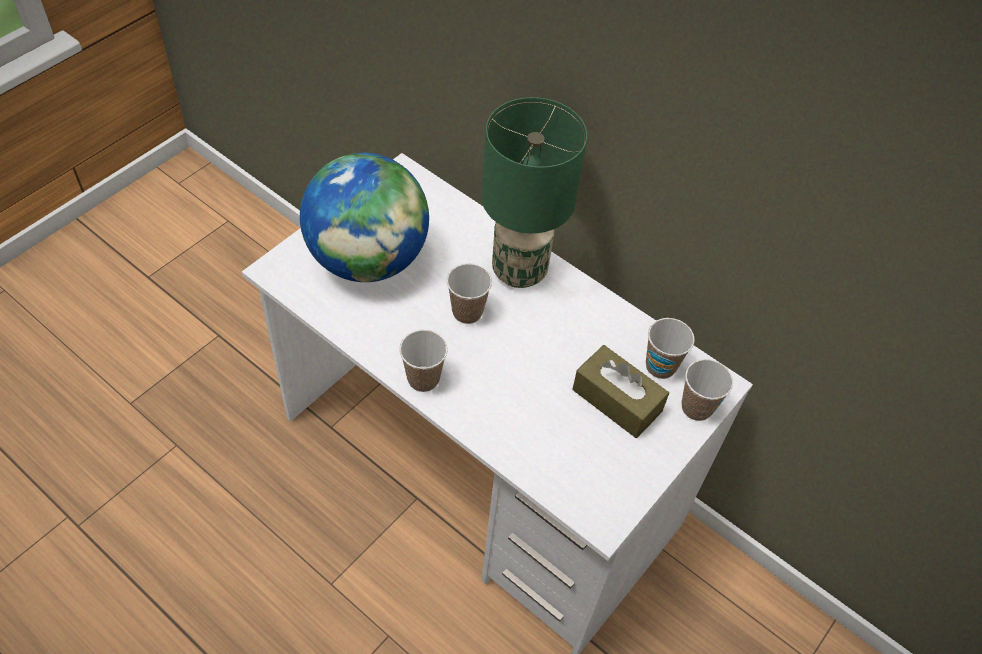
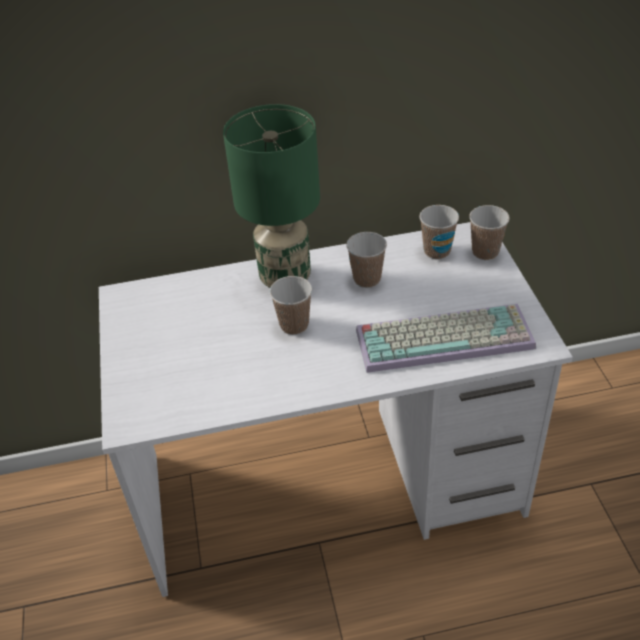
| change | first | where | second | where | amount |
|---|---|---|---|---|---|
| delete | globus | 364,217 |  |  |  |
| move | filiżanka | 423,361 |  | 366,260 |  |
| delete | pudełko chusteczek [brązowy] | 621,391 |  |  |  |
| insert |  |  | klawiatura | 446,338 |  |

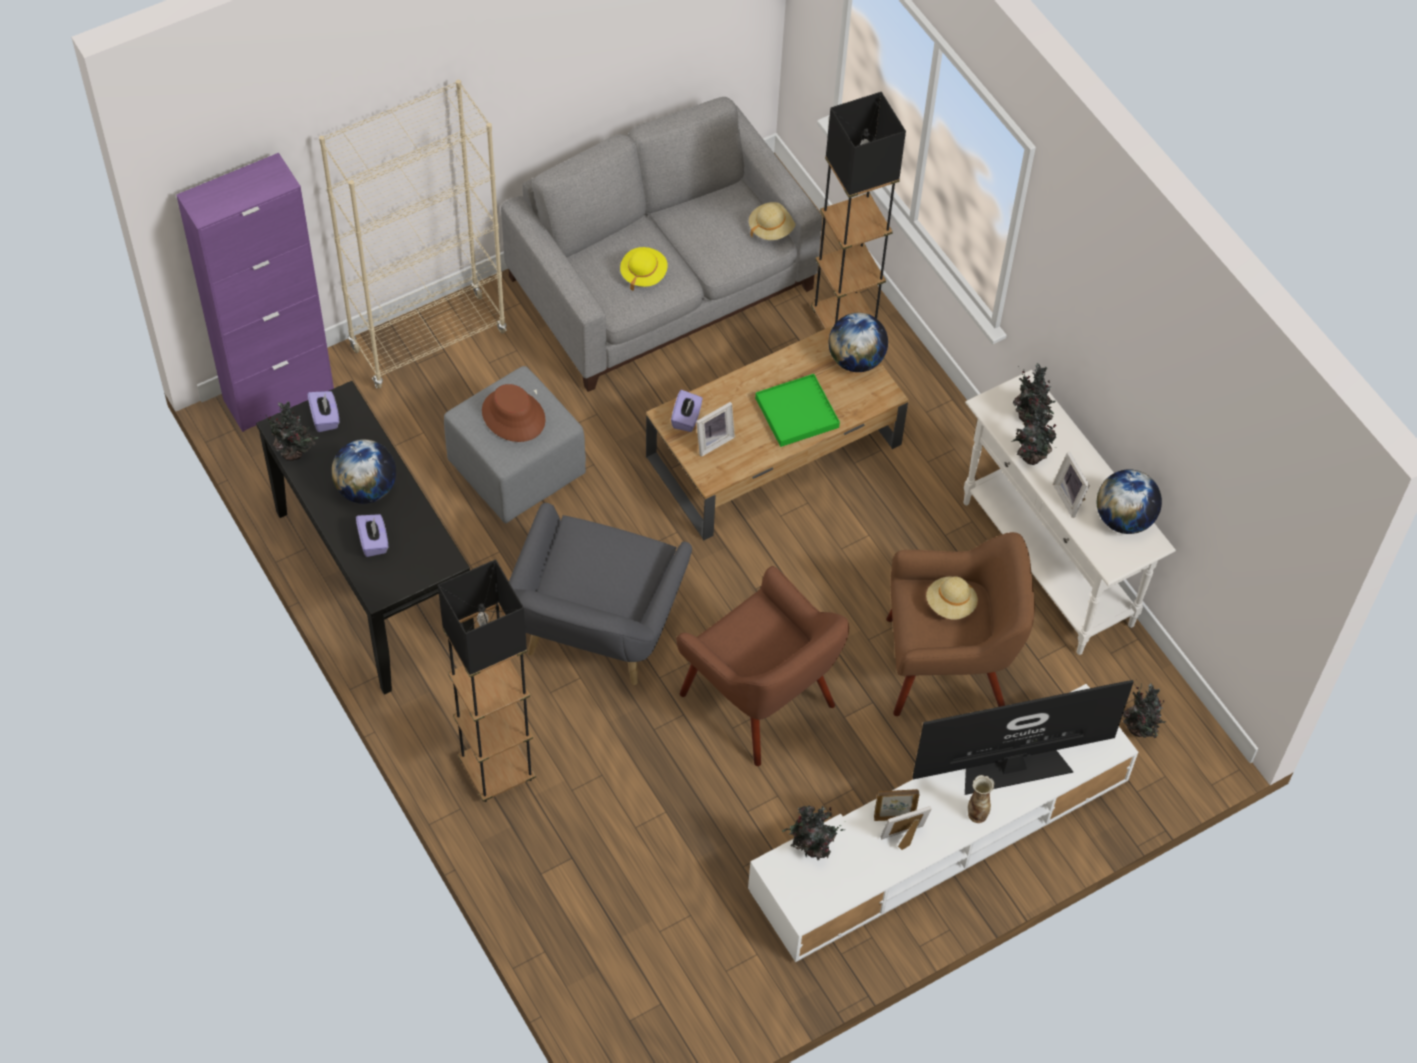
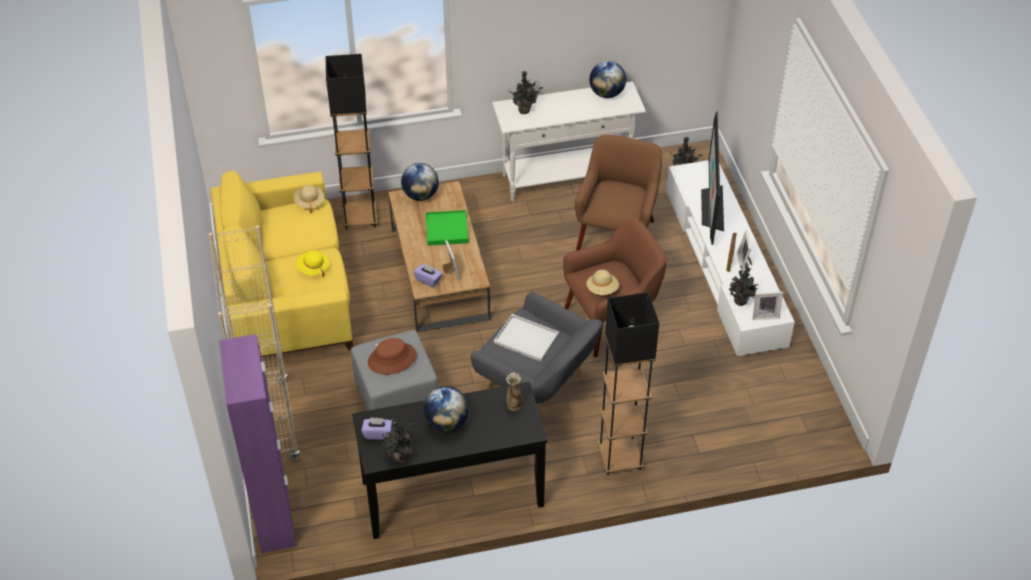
| change | first | where | second | where | amount |
|---|---|---|---|---|---|
| delete | pudełko chusteczek [fioletowy] | 372,535 |  |  |  |
| recolor | kanapa [szary] | 661,244 | kanapa [żółty] | 282,264 |  |
| move | kapelusz [beżowy] | 952,597 |  | 603,282 |  |
| move | wazon | 981,799 |  | 514,392 |  |
| delete | roślina doniczkowa | 1034,433 |  |  |  |
| move | ramka na zdjęcie | 1071,485 |  | 768,305 |  |
| insert |  |  | taca [biały] | 526,338 |  |

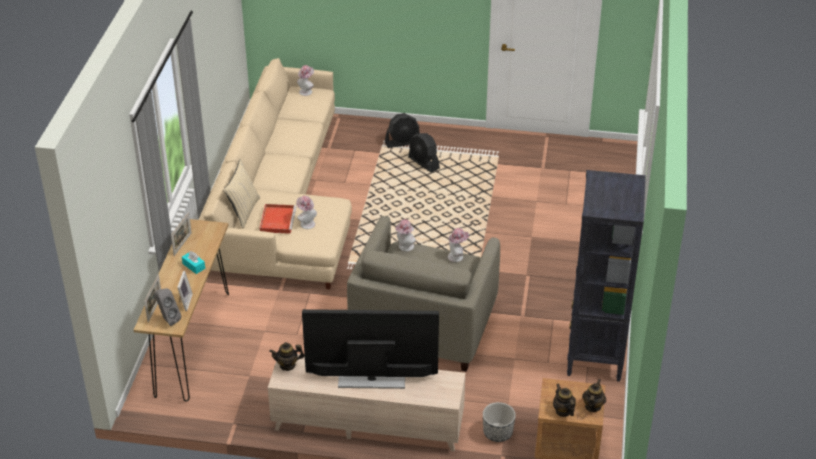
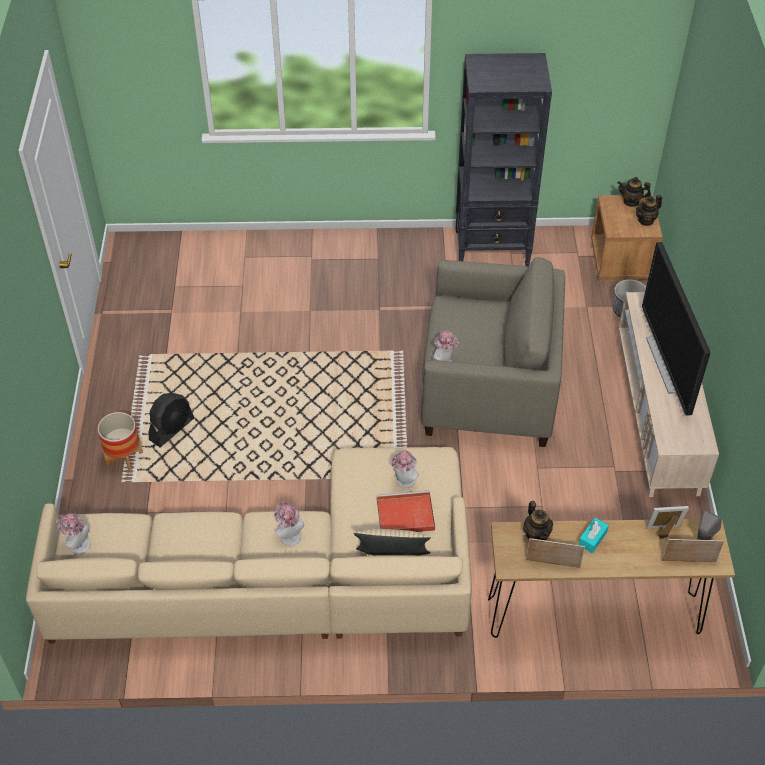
| change | first | where | second | where | amount |
|---|---|---|---|---|---|
| move | imbryk | 287,356 |  | 538,520 |  |
| replace | wentylator [czarny] | 402,130 | donica | 120,442 |  |
| move | kapelusz | 458,245 |  | 289,524 |  |

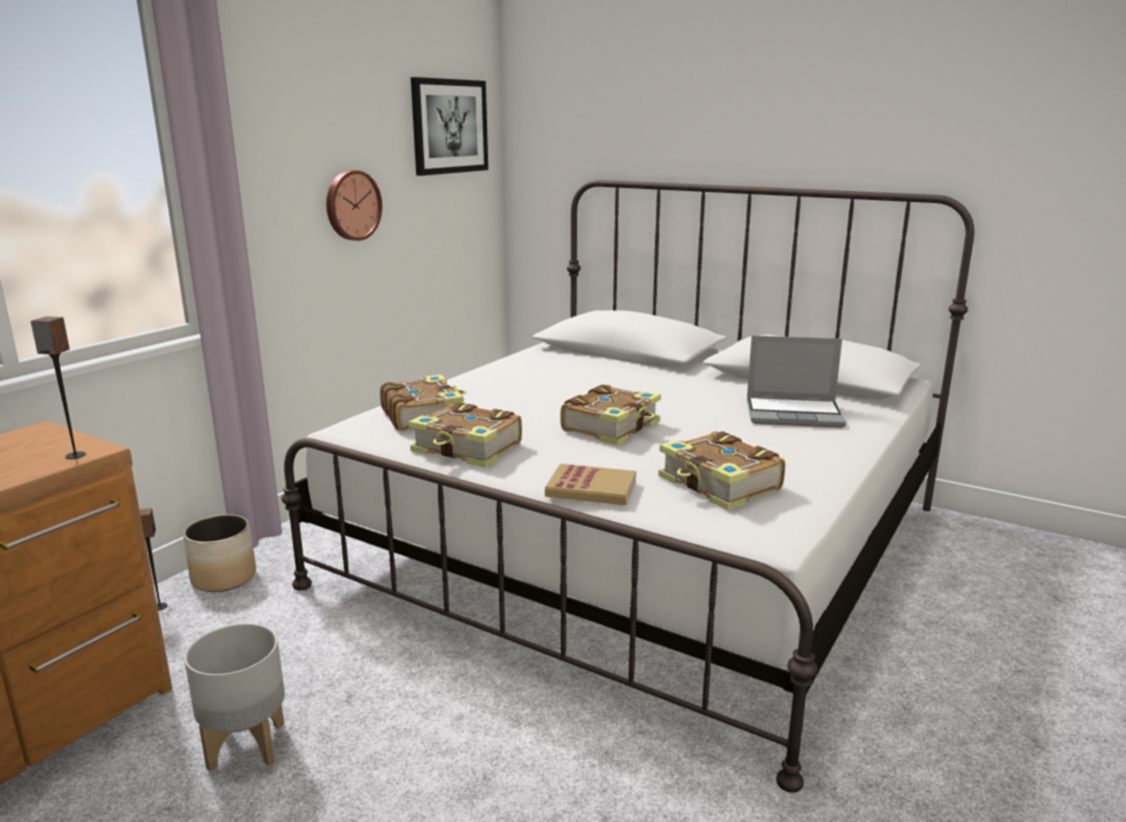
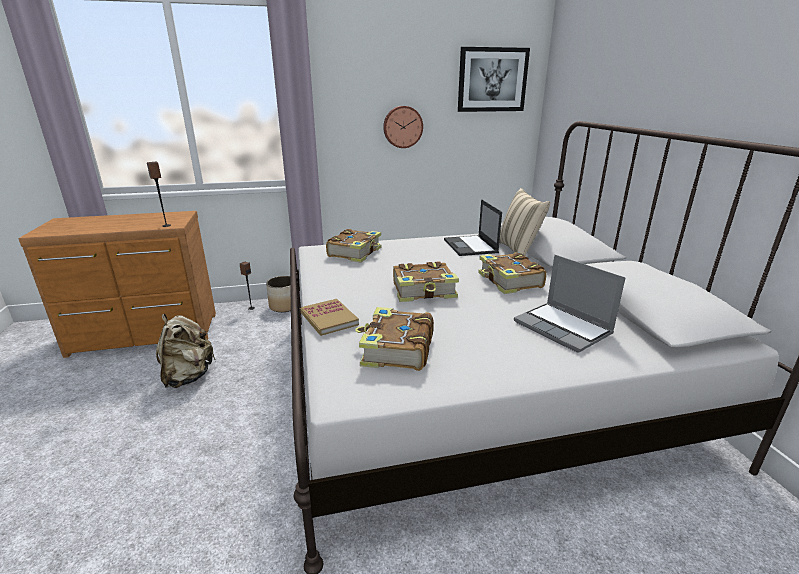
| change | first | where | second | where | amount |
|---|---|---|---|---|---|
| replace | donica [szary] | 234,697 | plecak [beżowy] | 186,351 |  |
| move | książka | 465,434 |  | 512,273 |  |
| insert |  |  | laptop | 473,227 |  |
| insert |  |  | poduszka [beżowy] | 524,222 |  |

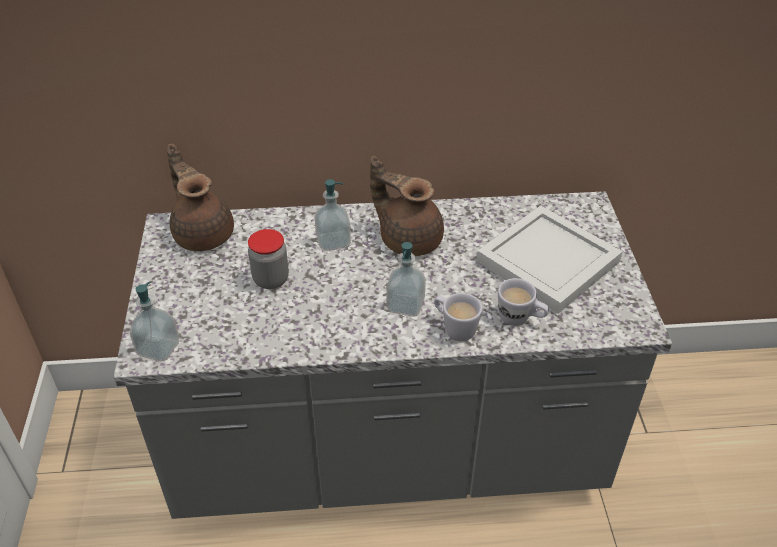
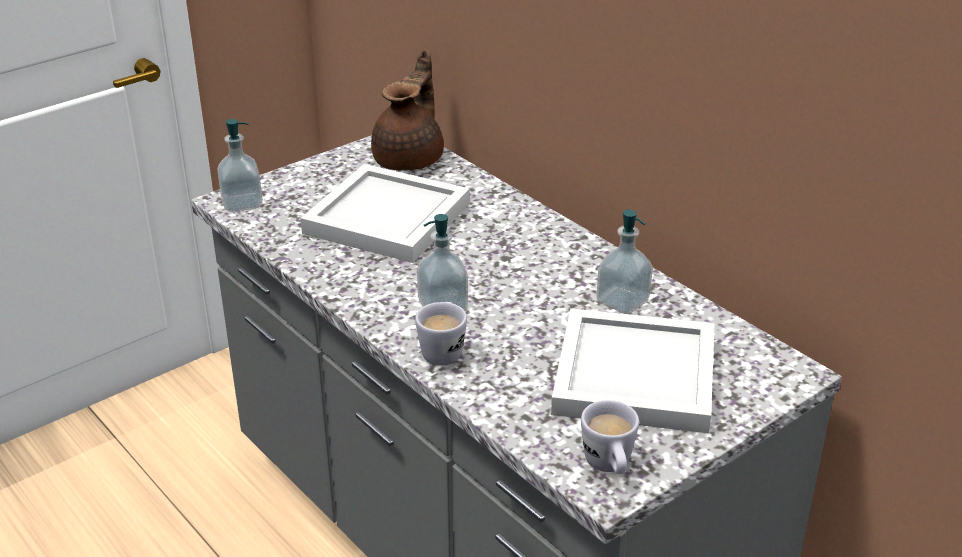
| change | first | where | second | where | amount |
|---|---|---|---|---|---|
| replace | słoik | 268,259 | taca [biały] | 385,213 |  |
| move | dozownik mydła | 332,215 |  | 625,262 |  |
| delete | imbryk [brązowy] | 407,206 |  |  |  |
| move | kubek [biały] | 523,302 |  | 610,437 |  |

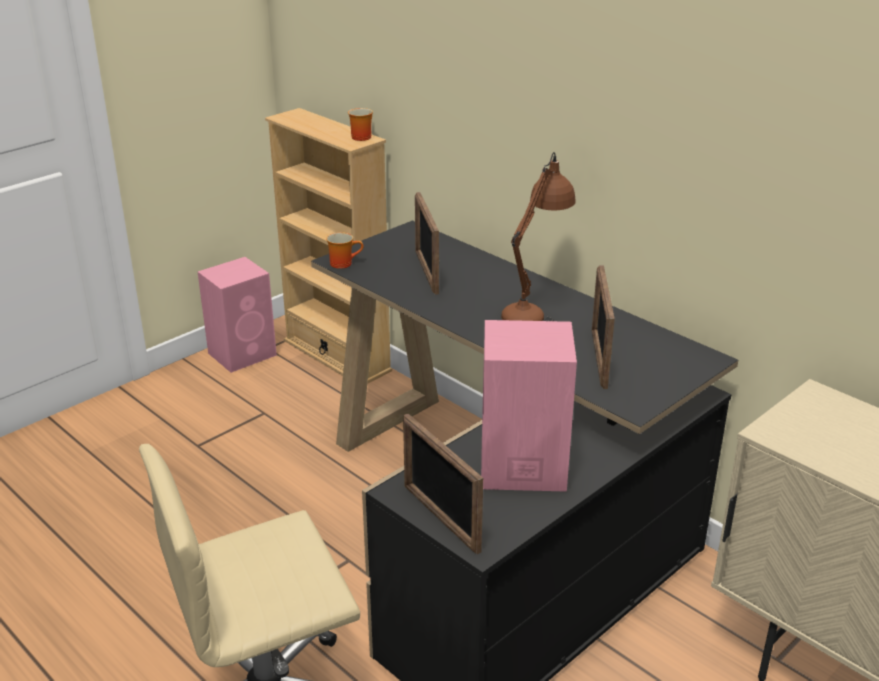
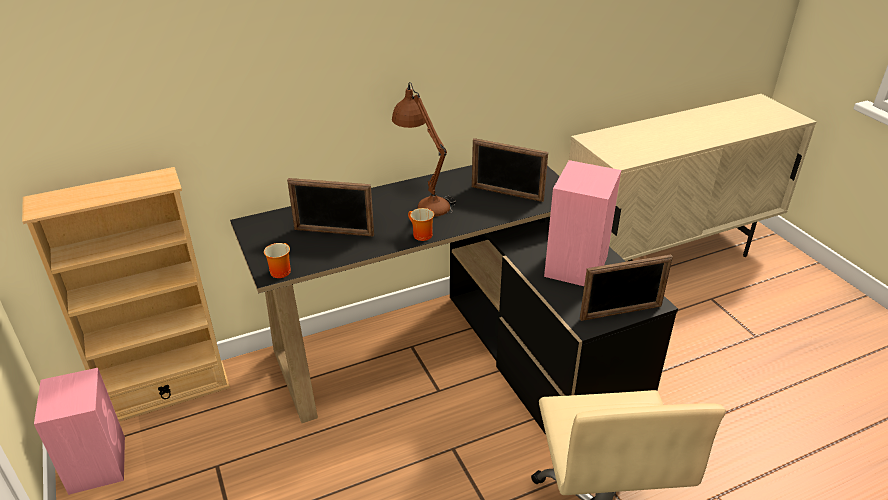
| change | first | where | second | where | amount |
|---|---|---|---|---|---|
| move | kubek | 360,124 |  | 421,224 |  |

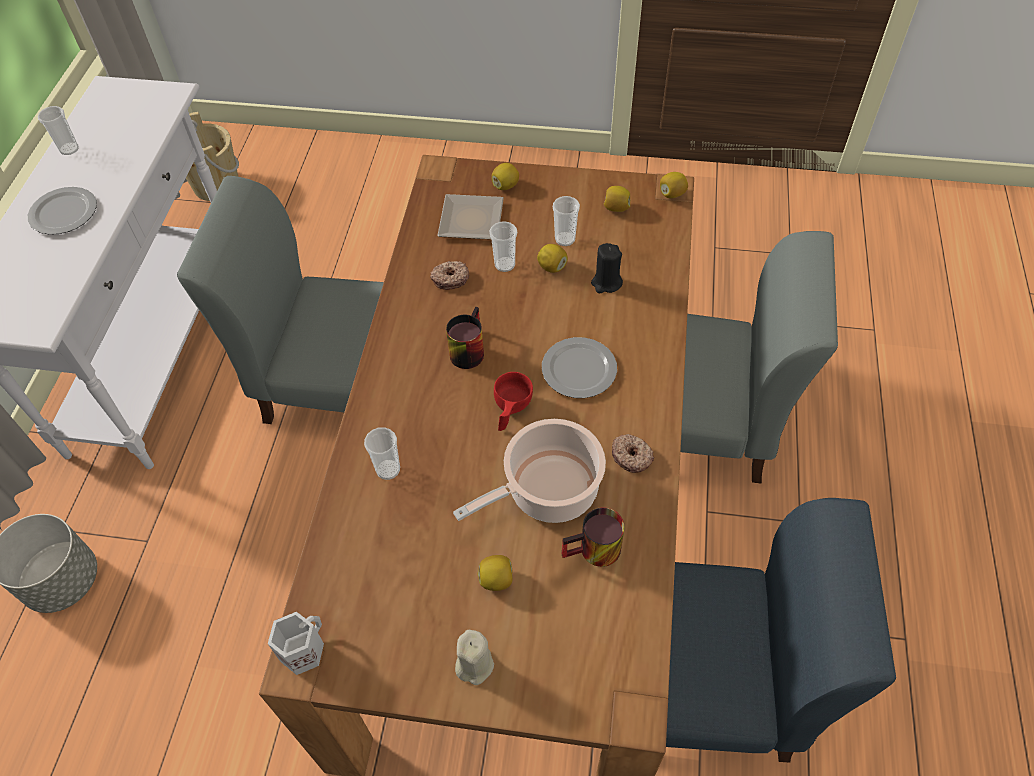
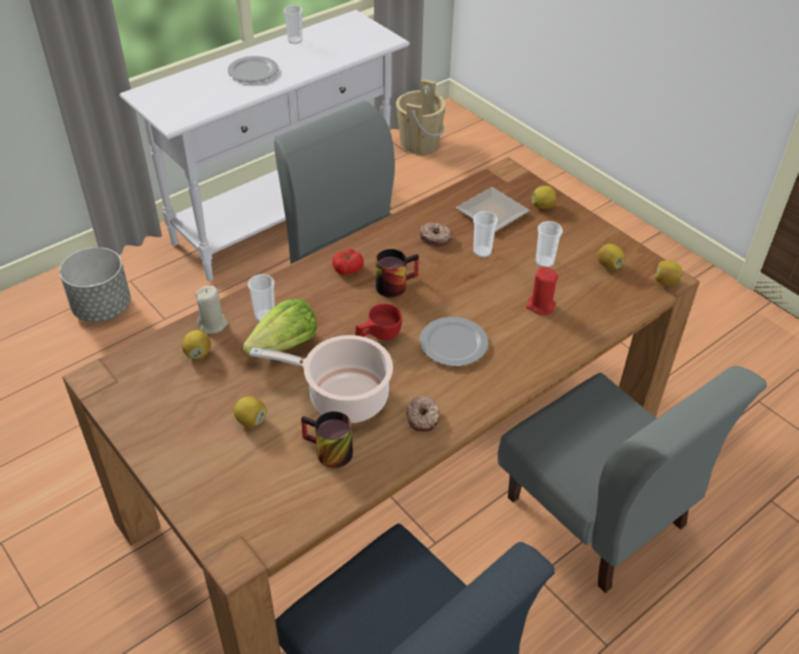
| change | first | where | second | where | amount |
|---|---|---|---|---|---|
| delete | kubek [biały] | 296,643 |  |  |  |
| move | świeca [beżowy] | 474,657 |  | 211,310 |  |
| move | cytryna | 552,258 |  | 196,345 |  |
| recolor | świeca [czarny] | 607,268 | świeca [czerwony] | 542,290 |  |
| insert |  |  | sałata | 280,327 |  |
| insert |  |  | pomidor | 348,262 |  |

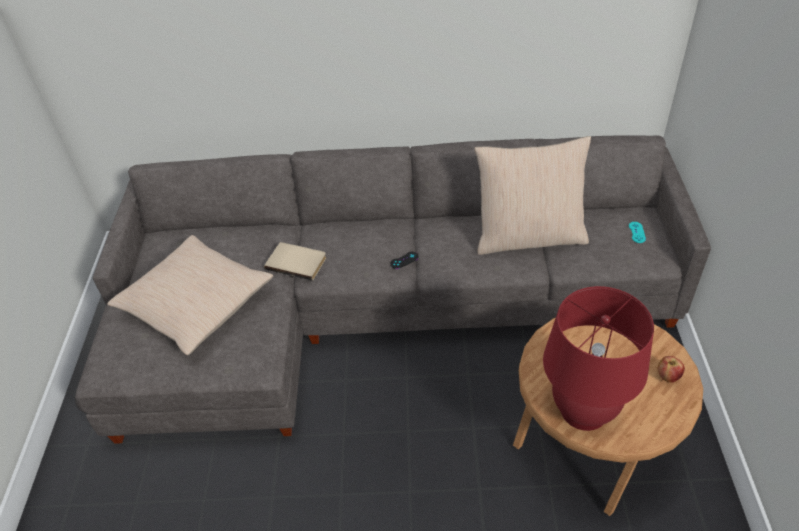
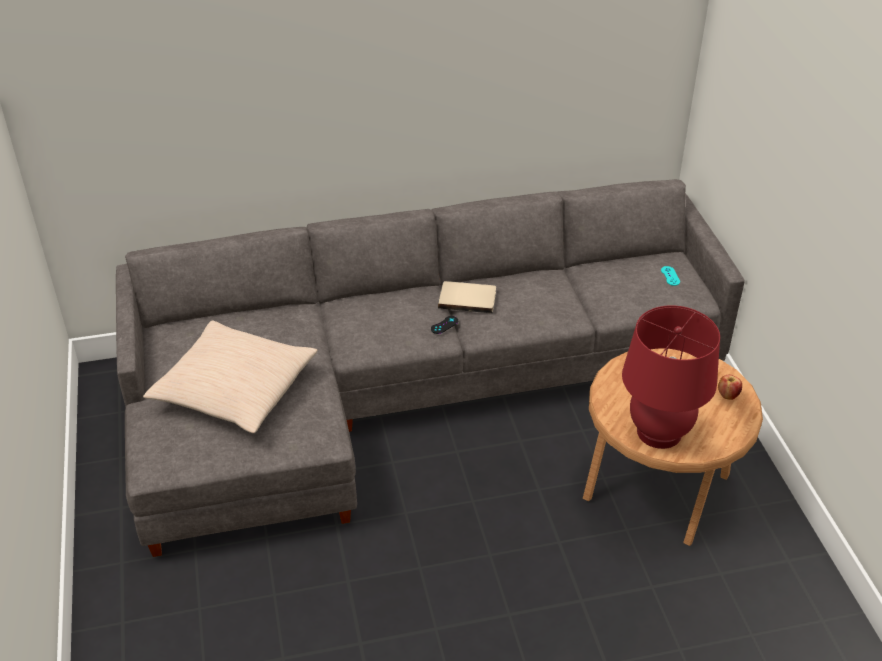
| change | first | where | second | where | amount |
|---|---|---|---|---|---|
| move | książka [beżowy] | 295,261 |  | 467,297 |  |
| delete | poduszka [beżowy] | 532,195 |  |  |  |

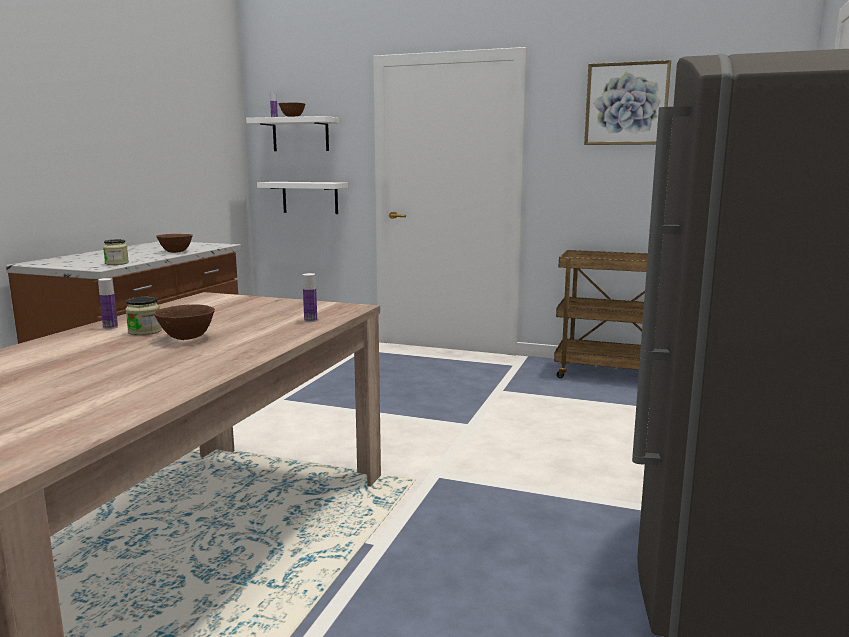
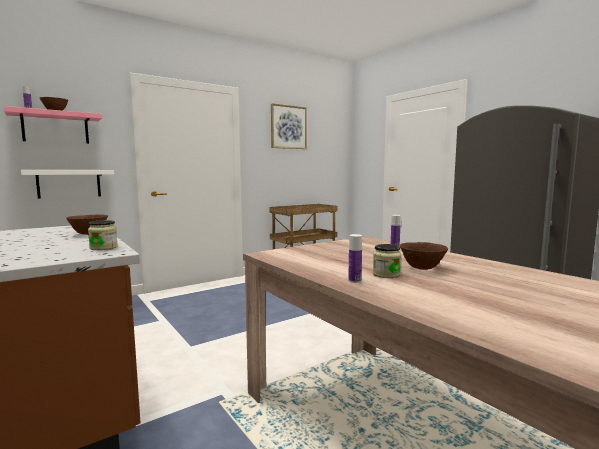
| change | first | where | second | where | amount |
|---|---|---|---|---|---|
| recolor | półka [biały] | 292,133 | półka [różowy] | 53,125 |  |

